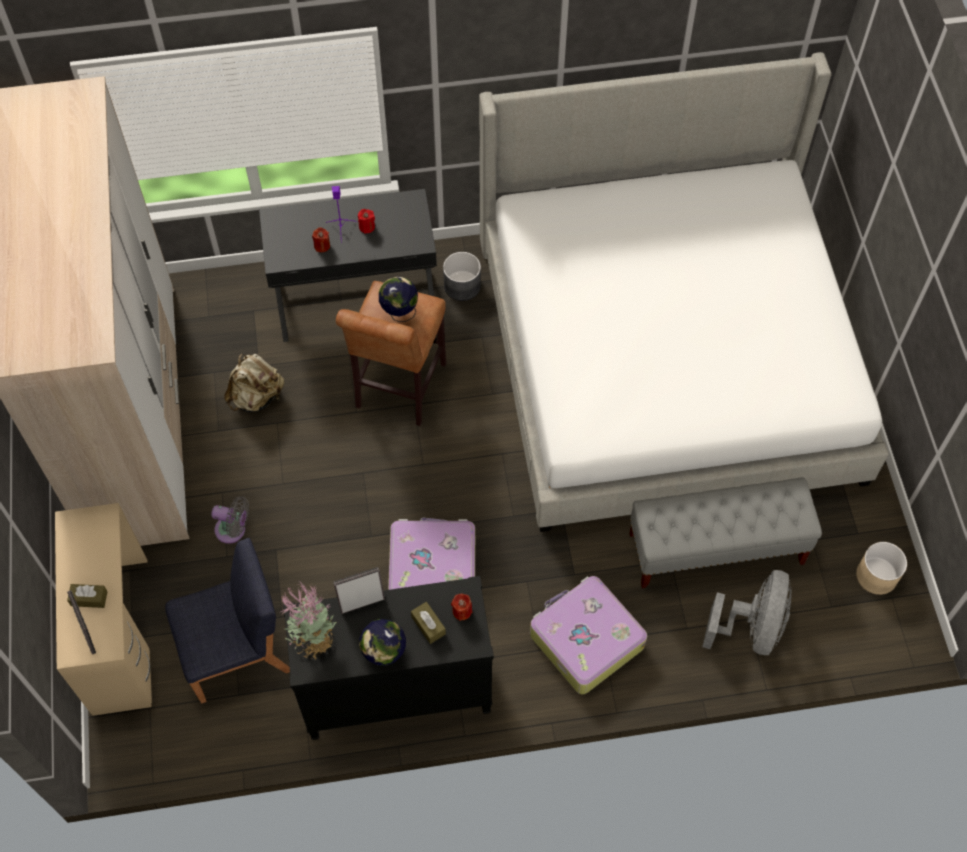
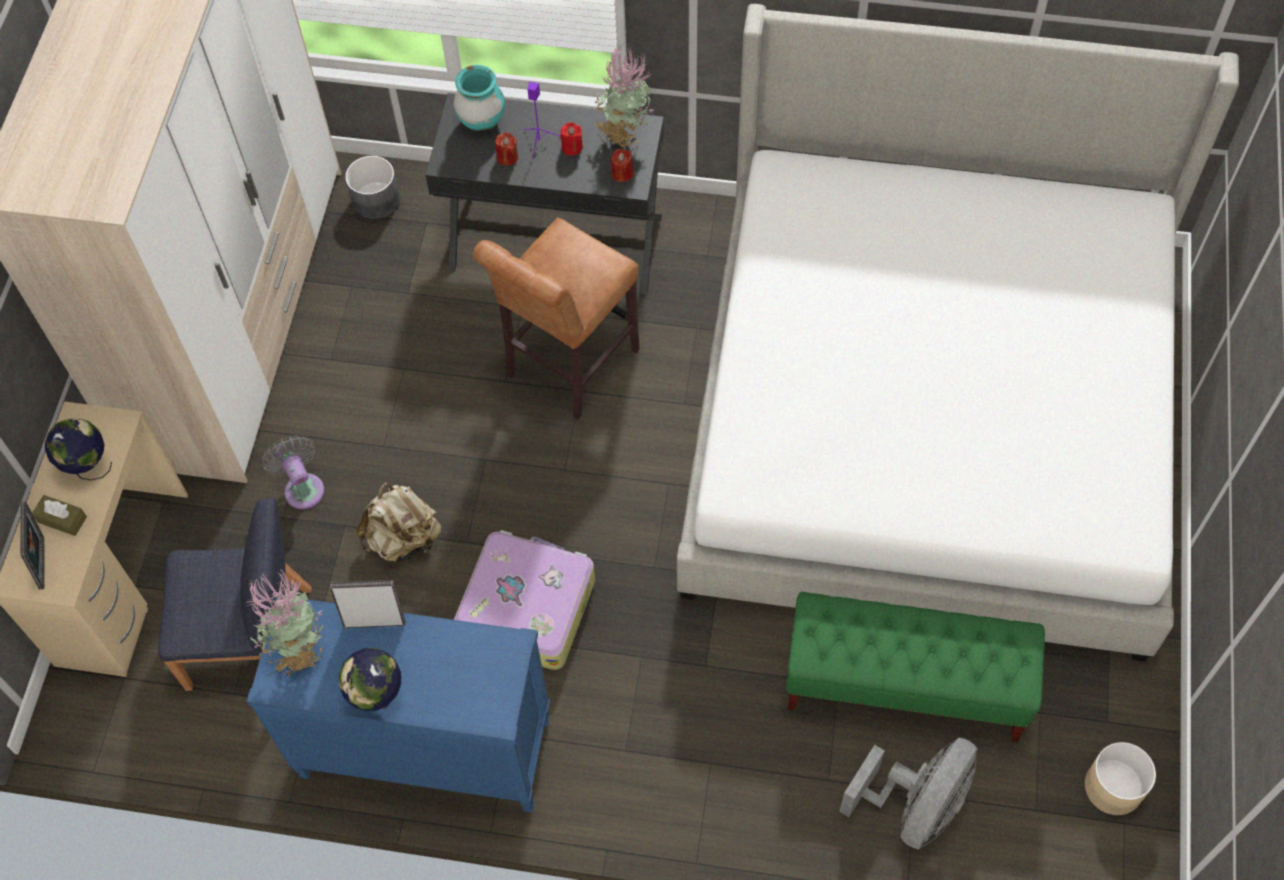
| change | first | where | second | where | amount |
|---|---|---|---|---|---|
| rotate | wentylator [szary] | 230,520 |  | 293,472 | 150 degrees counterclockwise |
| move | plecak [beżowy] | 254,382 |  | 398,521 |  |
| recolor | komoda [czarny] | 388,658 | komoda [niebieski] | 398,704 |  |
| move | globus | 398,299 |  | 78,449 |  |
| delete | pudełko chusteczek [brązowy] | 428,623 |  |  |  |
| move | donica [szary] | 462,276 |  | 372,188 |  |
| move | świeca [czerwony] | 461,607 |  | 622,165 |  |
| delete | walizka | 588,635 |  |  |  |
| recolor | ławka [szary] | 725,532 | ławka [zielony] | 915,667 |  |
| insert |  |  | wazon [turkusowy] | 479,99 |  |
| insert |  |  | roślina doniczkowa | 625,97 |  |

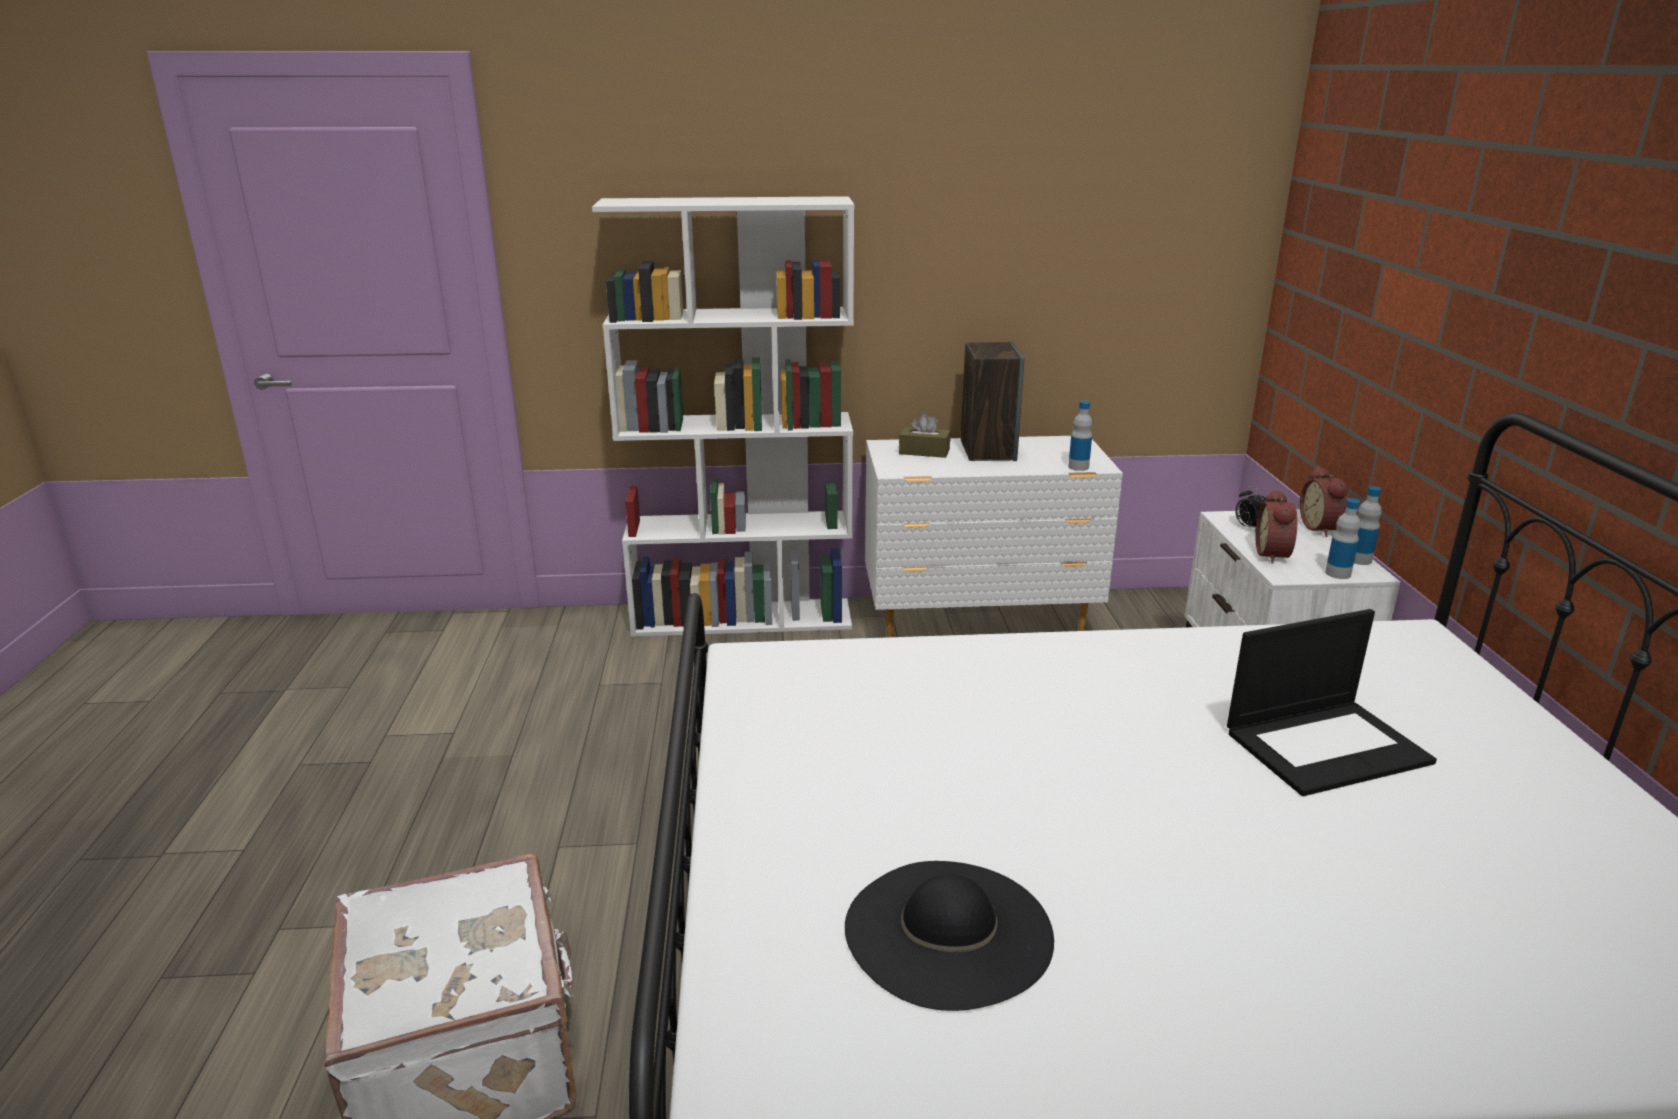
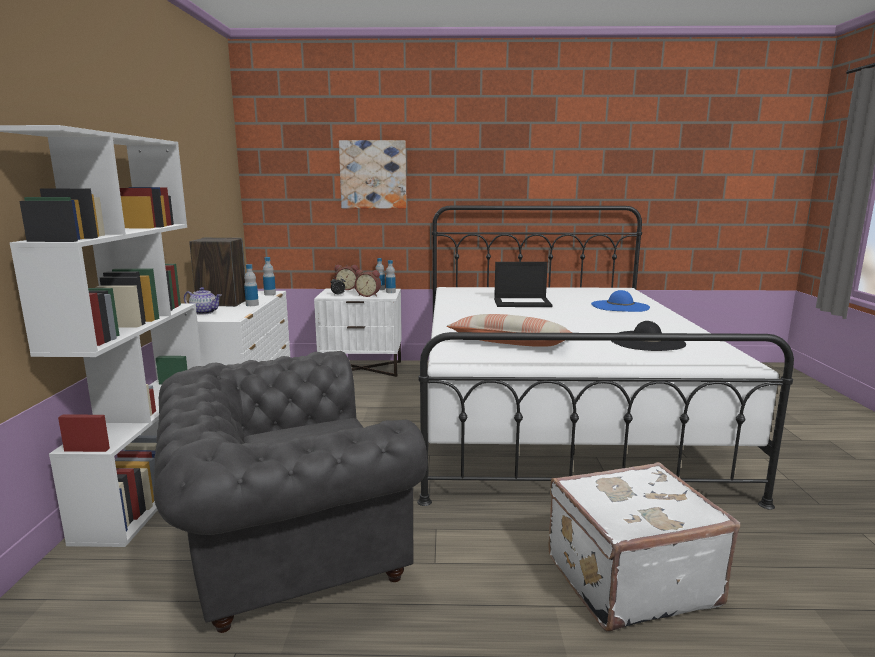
| change | first | where | second | where | amount |
|---|---|---|---|---|---|
| replace | pudełko chusteczek [brązowy] | 924,435 | imbryk | 203,301 |  |
| rotate | laptop | 1332,702 |  | 523,284 | 105 degrees clockwise |
| insert |  |  | fotel [szary] | 290,492 |  |
| insert |  |  | butelka | 251,285 |  |
| insert |  |  | obraz | 373,174 |  |
| insert |  |  | poduszka | 510,330 |  |
| insert |  |  | kapelusz [niebieski] | 620,301 |  |

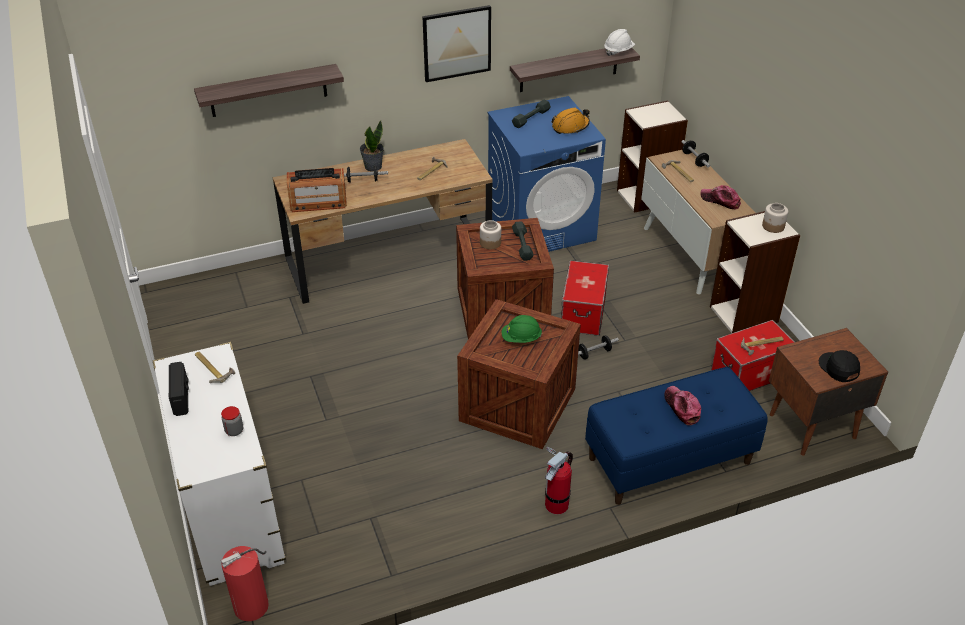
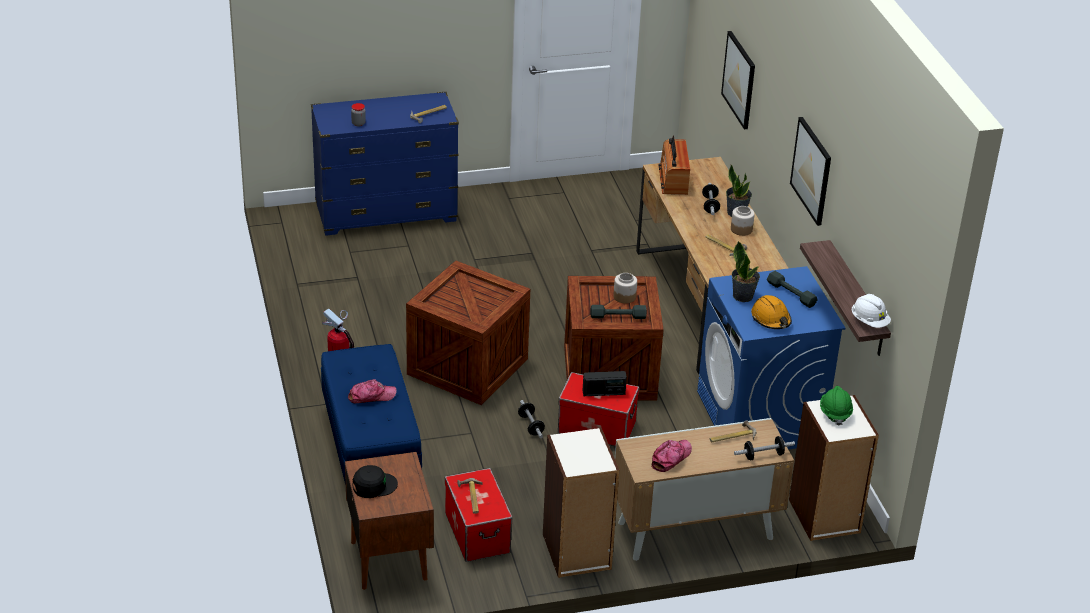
| change | first | where | second | where | amount |
|---|---|---|---|---|---|
| recolor | komoda [biały] | 219,464 | komoda [niebieski] | 385,164 |  |
| move | radio | 179,389 |  | 604,383 |  |
| replace | półka | 269,90 | obraz | 738,80 |  |
| delete | gaśnica | 245,583 |  |  |  |
| move | kask [zielony] | 522,329 |  | 836,406 |  |
| move | słoik | 775,218 |  | 743,221 |  |
| insert |  |  | roślina doniczkowa | 746,271 |  |

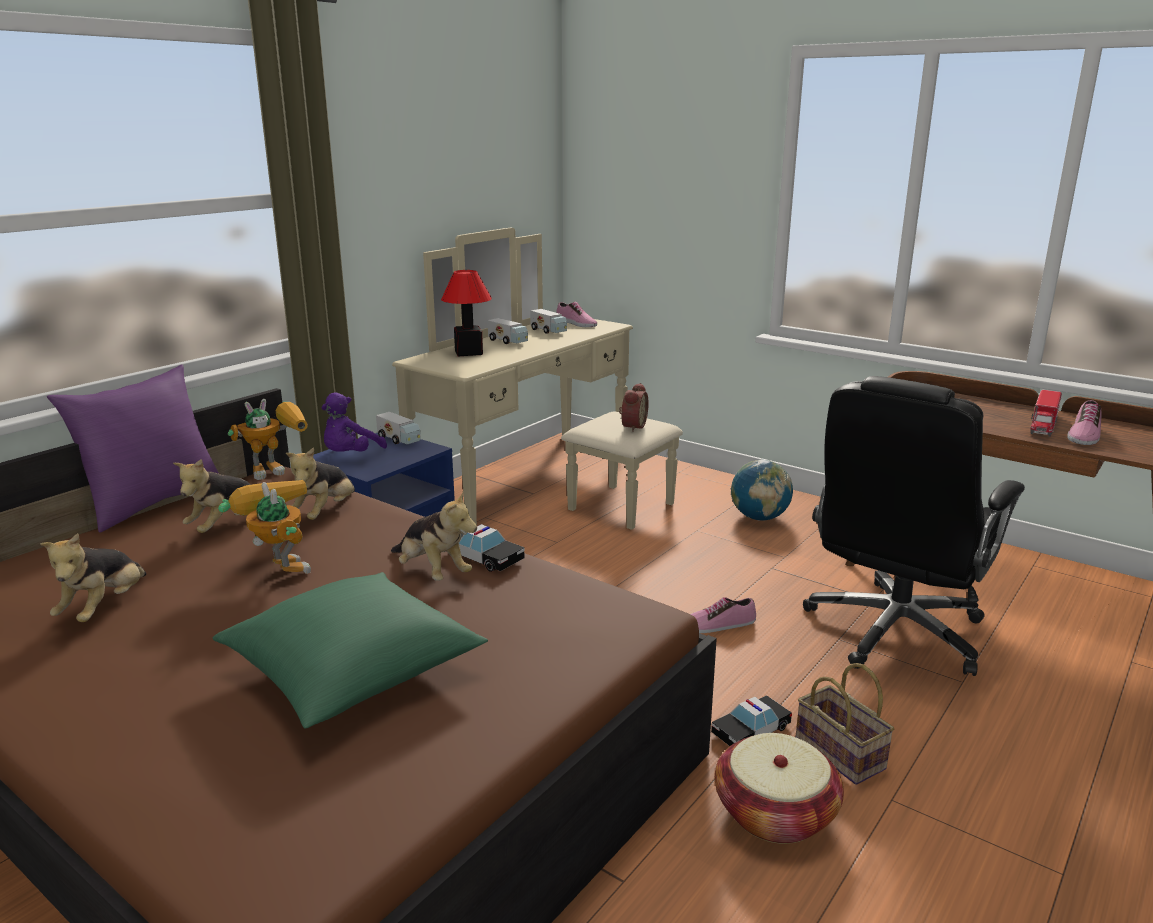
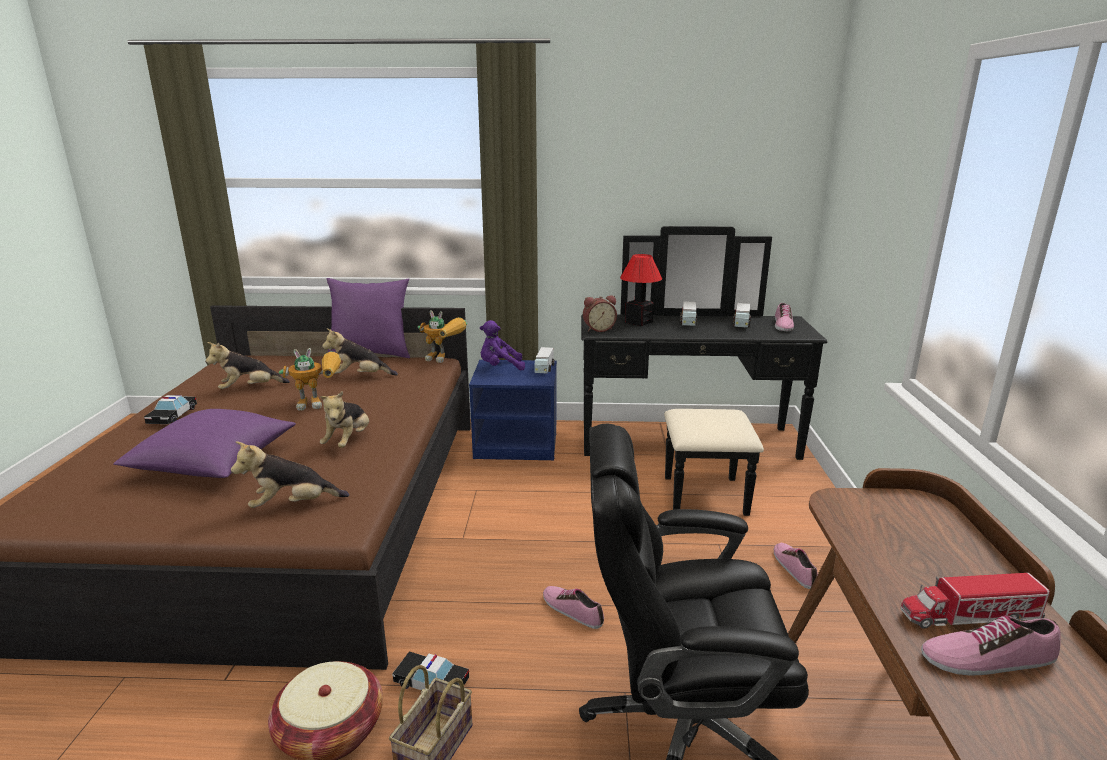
| change | first | where | second | where | amount |
|---|---|---|---|---|---|
| recolor | poduszka [zielony] | 350,650 | poduszka [fioletowy] | 204,443 |  |
| rotate | robot zabawkowy | 264,527 |  | 310,379 | 60 degrees clockwise |
| move | pluszak | 320,483 |  | 290,474 |  |
| recolor | komoda [beżowy] | 537,379 | komoda [czarny] | 704,371 |  |
| move | samochodzik | 492,548 |  | 170,409 |  |
| move | budzik | 634,407 |  | 600,314 |  |
| replace | globus | 762,490 | but | 796,566 |  |

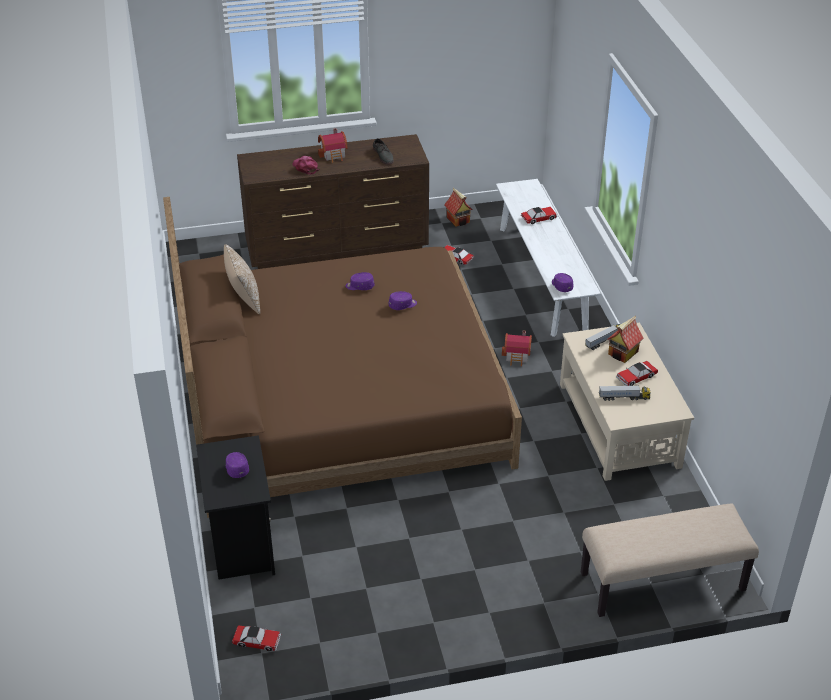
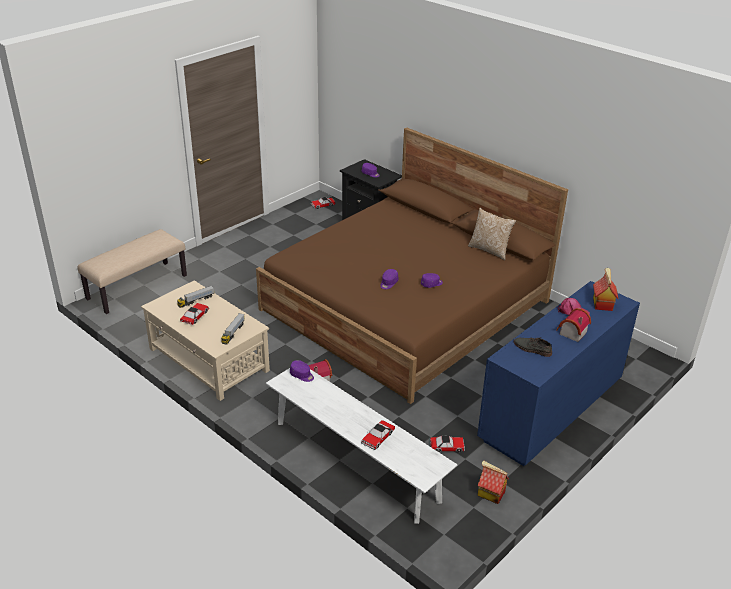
| change | first | where | second | where | amount |
|---|---|---|---|---|---|
| recolor | komoda [brązowy] | 333,201 | komoda [niebieski] | 558,373 |  |
| move | domek | 626,339 |  | 606,289 |  |

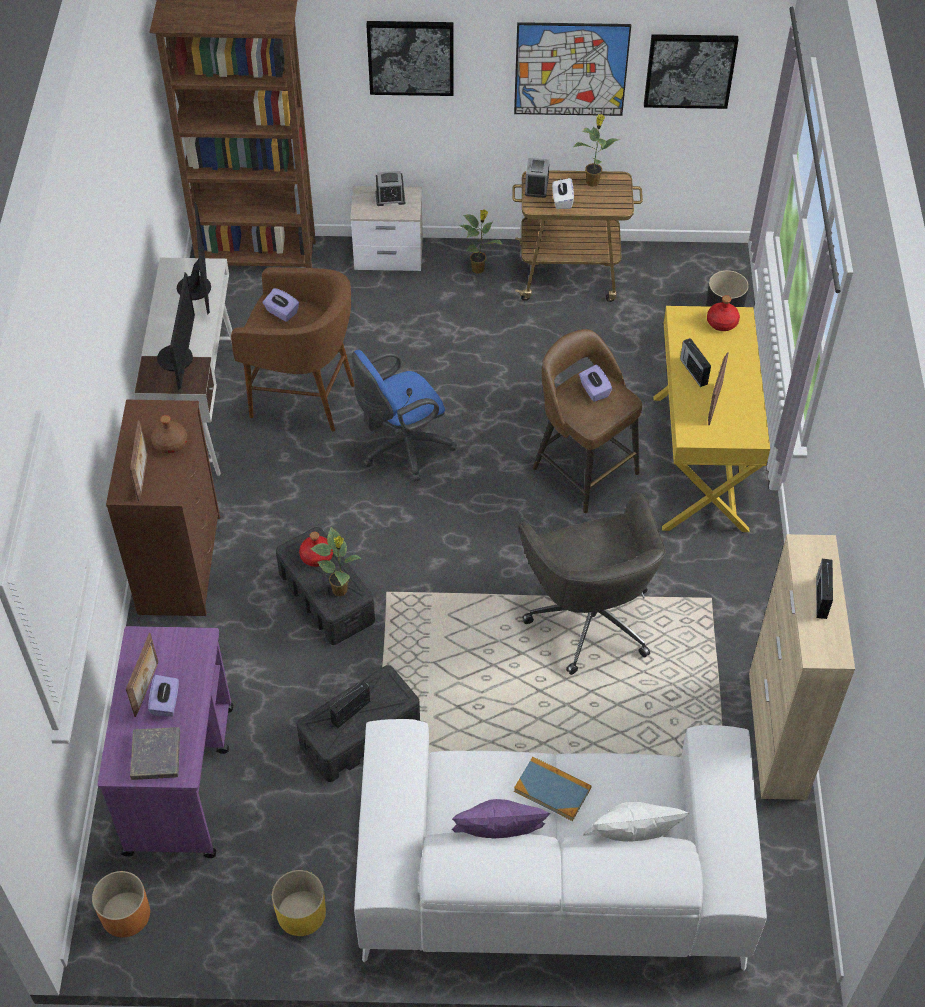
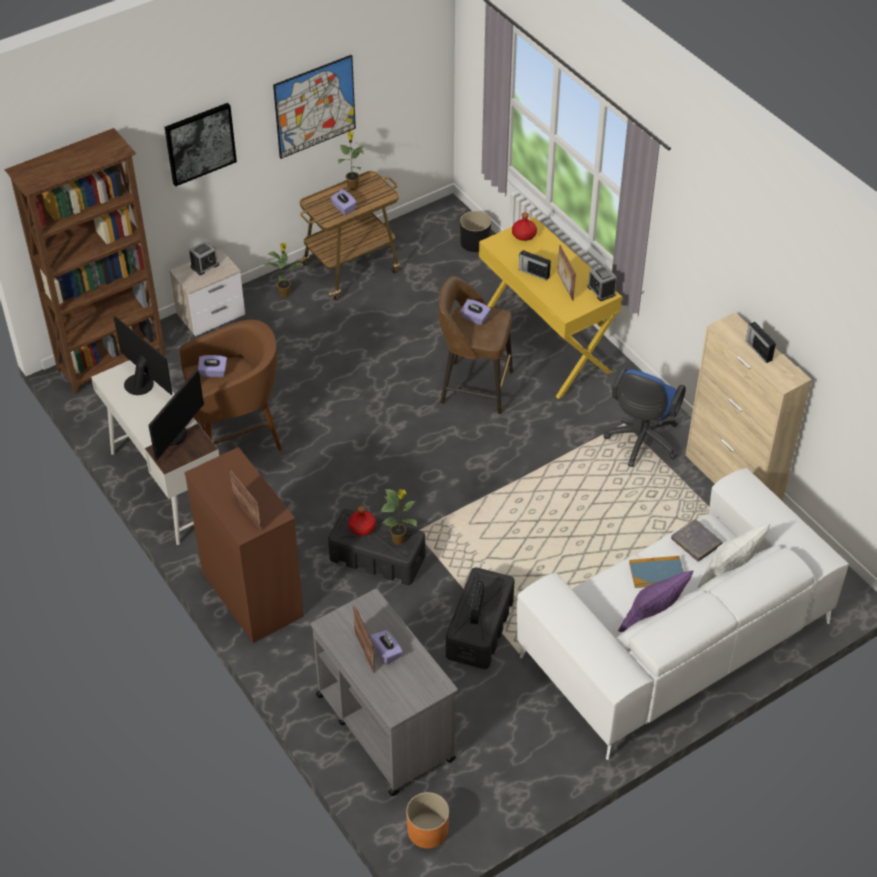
| change | first | where | second | where | amount |
|---|---|---|---|---|---|
| recolor | wózek [fioletowy] | 165,742 | wózek [szary] | 384,692 |  |
| move | książka [szary] | 155,753 |  | 697,540 |  |
| delete | butelka [brązowy] | 169,434 |  |  |  |
| rotate | monitor | 176,331 |  | 176,414 | 60 degrees clockwise |
| delete | donica [żółty] | 299,903 |  |  |  |
| move | krzesło biurowe [niebieski] | 404,416 |  | 645,417 |  |
| delete | krzesło biurowe [szary] | 592,584 |  |  |  |
| move | budzik | 537,178 |  | 602,283 |  |
| recolor | pudełko chusteczek [biały] | 563,193 | pudełko chusteczek [fioletowy] | 344,202 |  |
| delete | obraz | 691,71 |  |  |  |

